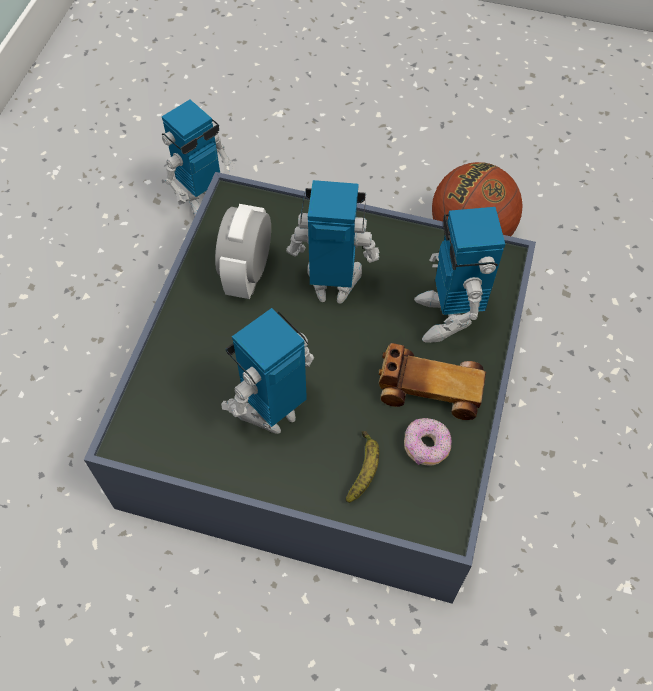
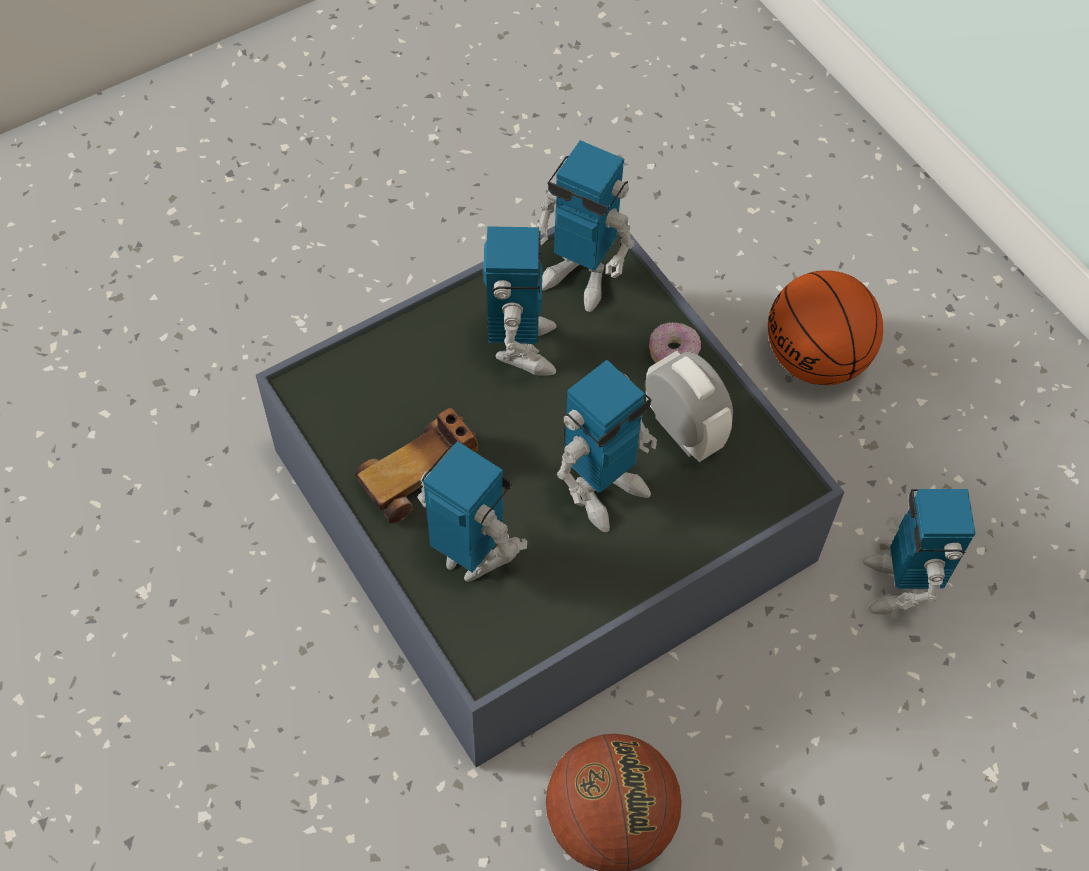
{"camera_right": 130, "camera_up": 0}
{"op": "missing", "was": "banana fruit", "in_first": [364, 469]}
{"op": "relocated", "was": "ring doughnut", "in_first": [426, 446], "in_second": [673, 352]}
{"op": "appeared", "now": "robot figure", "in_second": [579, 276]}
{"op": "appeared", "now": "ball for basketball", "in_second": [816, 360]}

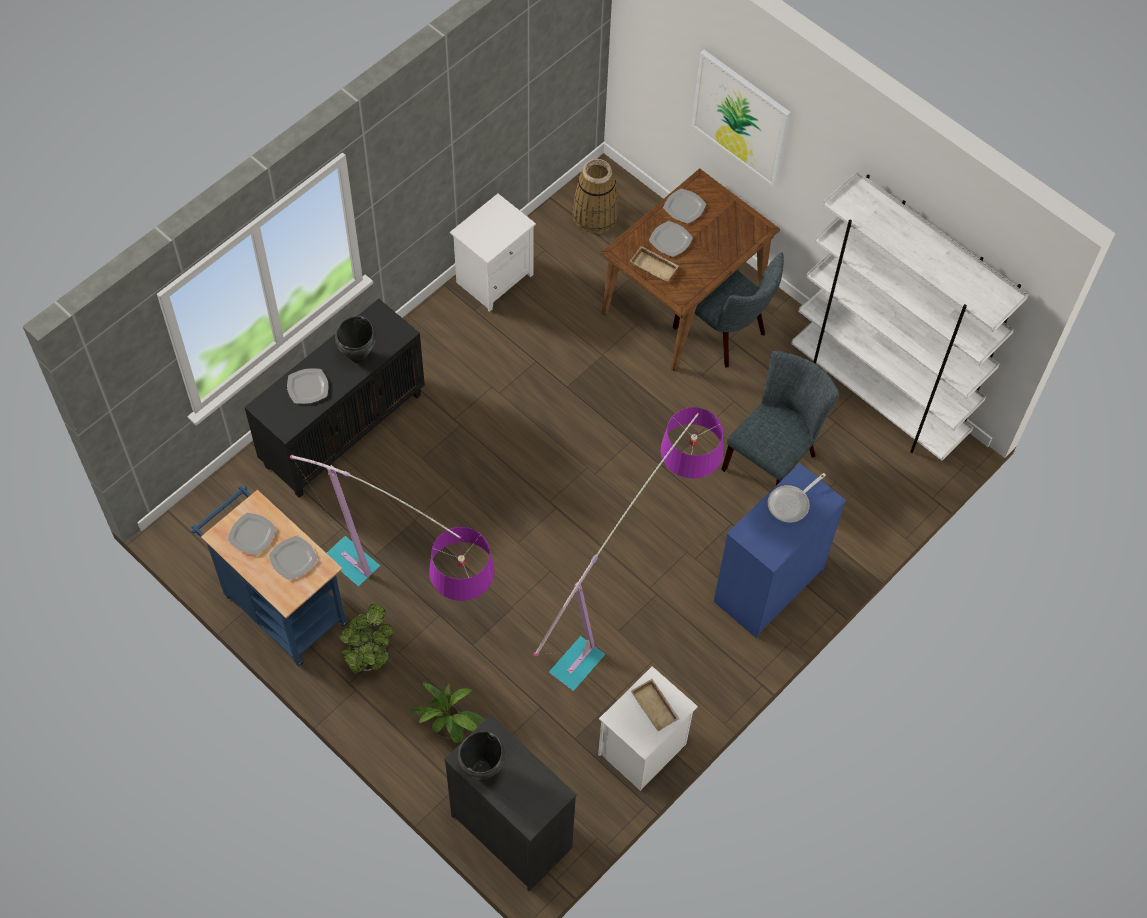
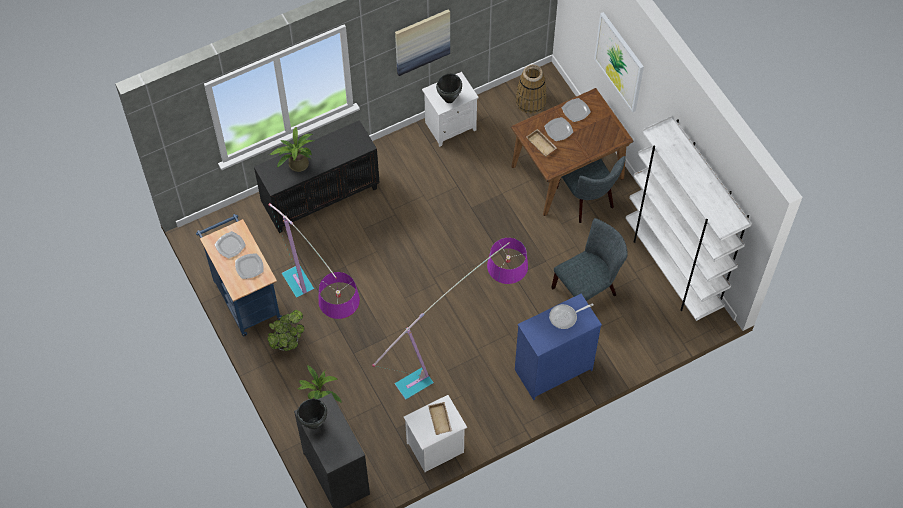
{"camera_right": 20, "camera_up": 0}
{"op": "exchanged", "was": "flat dish", "now": "houseplant", "in_first": [307, 387], "in_second": [296, 164]}
{"op": "relocated", "was": "black-coloured stockpot", "in_first": [358, 356], "in_second": [449, 99]}
{"op": "appeared", "now": "wall picture", "in_second": [422, 41]}

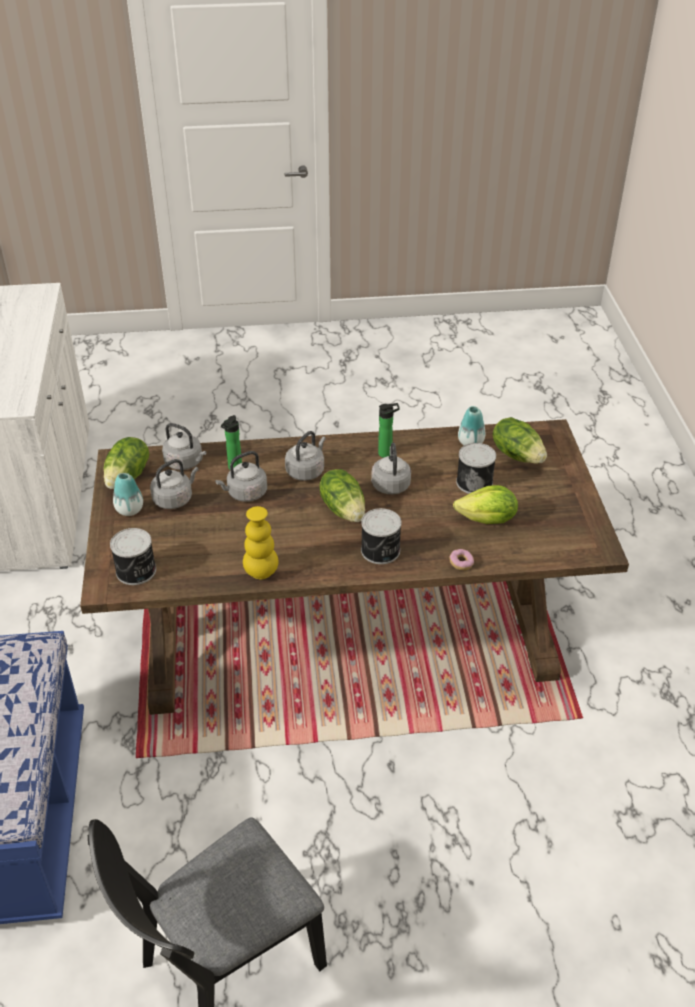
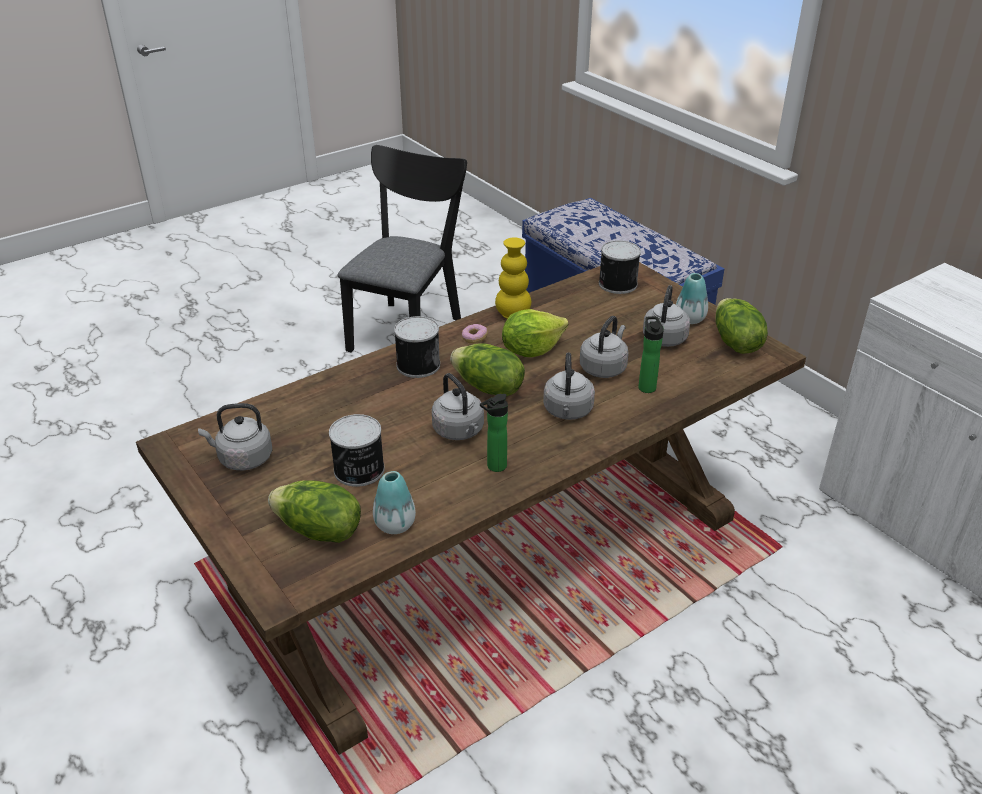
{"camera_right": 150, "camera_up": -5}
{"op": "relocated", "was": "gray tea kettle", "in_first": [185, 463], "in_second": [242, 459]}
{"op": "relocated", "was": "ring doughnut", "in_first": [461, 563], "in_second": [474, 339]}
{"op": "relocated", "was": "lettuce", "in_first": [487, 520], "in_second": [531, 350]}

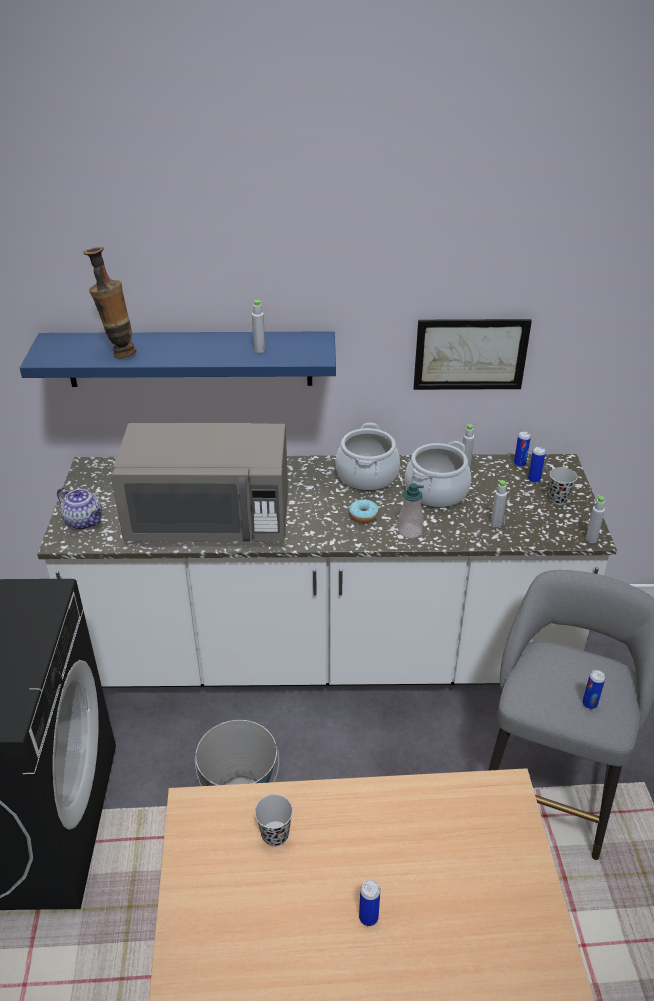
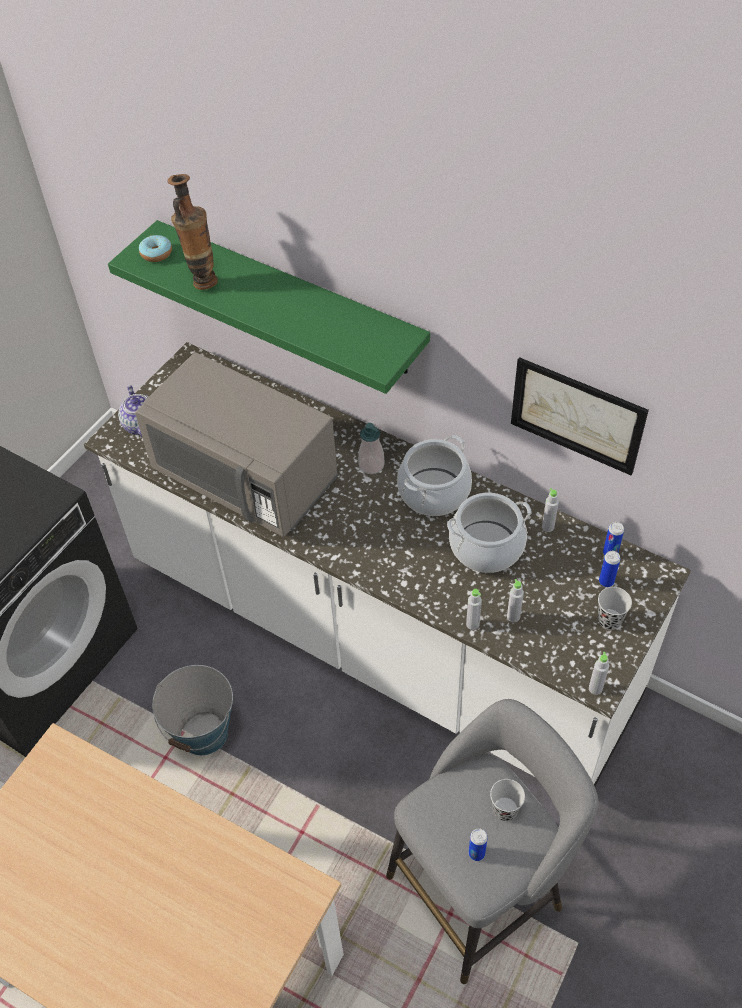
{"camera_right": 35, "camera_up": 15}
{"op": "colour", "was": "blue bracket shelf", "now": "greenish bracket shelf", "in_first": [189, 359], "in_second": [289, 298]}
{"op": "relocated", "was": "gray bottle", "in_first": [259, 350], "in_second": [472, 624]}
{"op": "relocated", "was": "black-coloured cup", "in_first": [275, 834], "in_second": [505, 810]}
{"op": "relocated", "was": "ring doughnut", "in_first": [363, 515], "in_second": [156, 253]}
{"op": "missing", "was": "can", "in_first": [368, 917]}
{"op": "relocated", "was": "soap dispenser", "in_first": [410, 531], "in_second": [371, 465]}

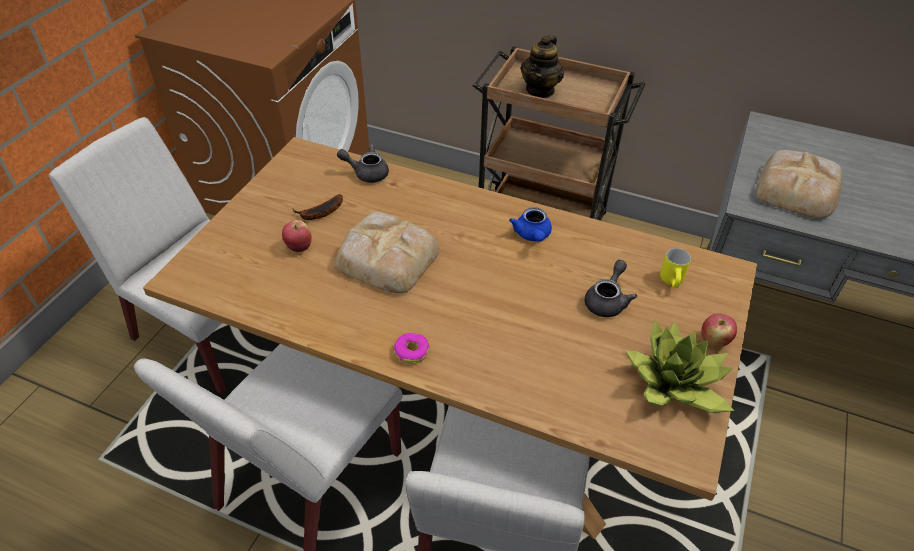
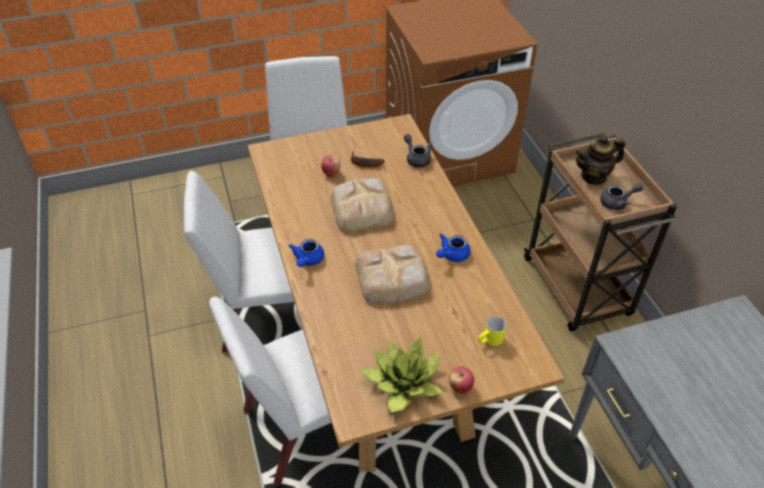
{"camera_right": 50, "camera_up": 0}
{"op": "exchanged", "was": "ring doughnut", "now": "blue pot for tea", "in_first": [412, 351], "in_second": [307, 260]}
{"op": "relocated", "was": "gray pot for tea", "in_first": [607, 300], "in_second": [617, 202]}
{"op": "relocated", "was": "bakery bread", "in_first": [798, 189], "in_second": [393, 278]}

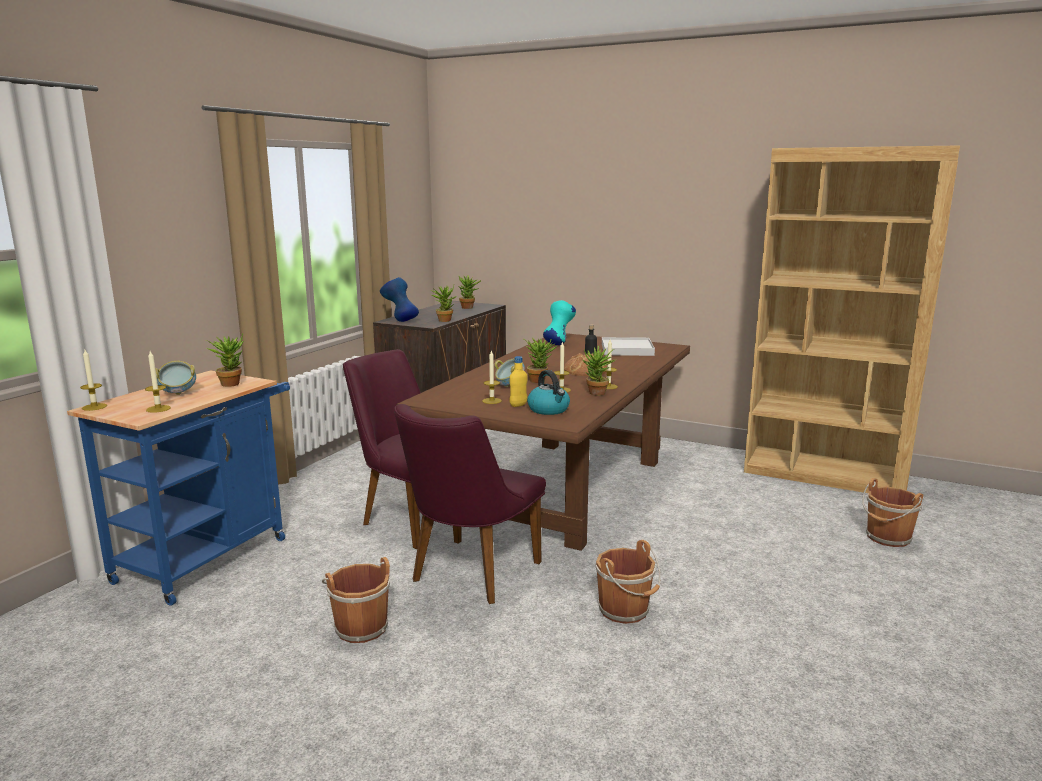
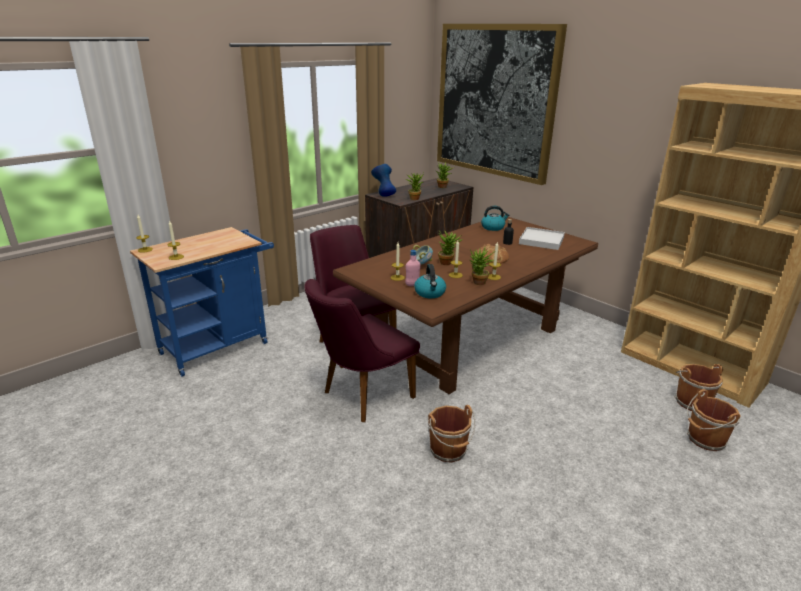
{"camera_right": 20, "camera_up": 10}
{"op": "missing", "was": "deep dish", "in_first": [178, 393]}
{"op": "missing", "was": "houseplant", "in_first": [231, 383]}
{"op": "relocated", "was": "brown-coloured water bucket", "in_first": [360, 627], "in_second": [691, 401]}
{"op": "colour", "was": "yellow bottle", "now": "pink bottle", "in_first": [518, 405], "in_second": [412, 285]}
{"op": "exchanged", "was": "blue-green flower vase", "now": "tea kettle", "in_first": [558, 344], "in_second": [493, 227]}
{"op": "appeared", "now": "wall picture", "in_second": [495, 101]}

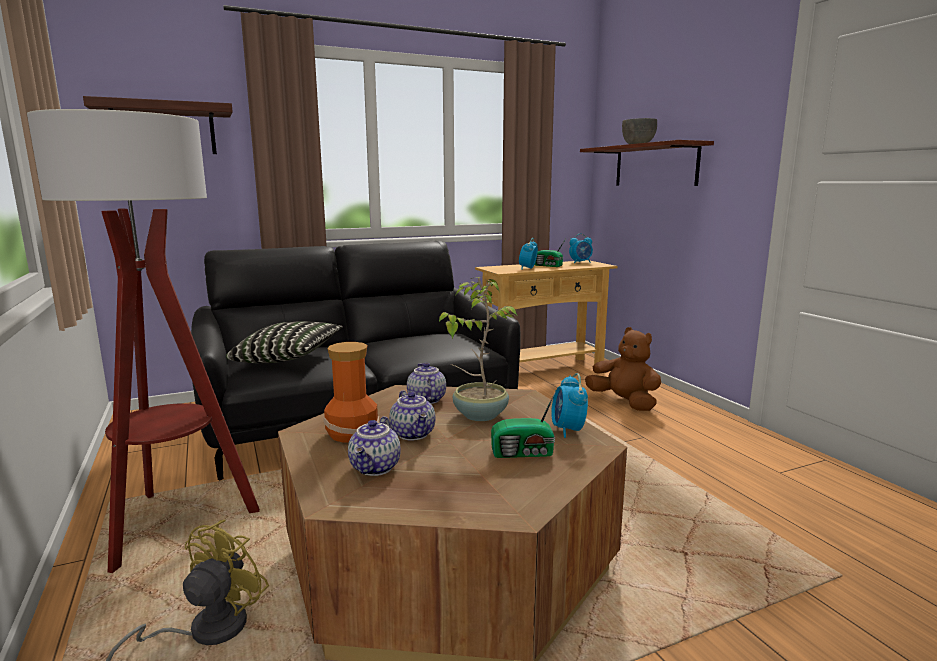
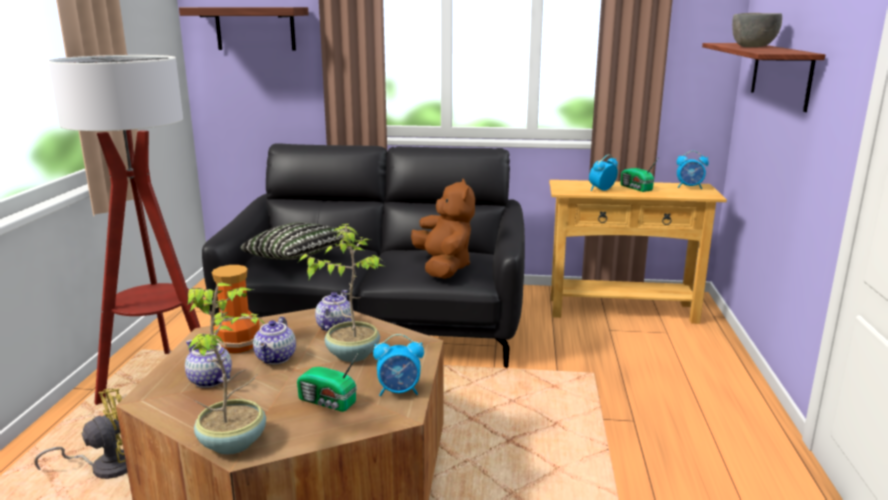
{"camera_right": 30, "camera_up": 5}
{"op": "spun", "was": "pot for tea", "in_first": [376, 468], "in_second": [209, 380], "clockwise": 90}
{"op": "spun", "was": "bedside clock", "in_first": [568, 430], "in_second": [399, 391], "clockwise": -120}
{"op": "relocated", "was": "brown-coloured cuddly toy", "in_first": [624, 402], "in_second": [443, 267]}
{"op": "appeared", "now": "houseplant", "in_second": [234, 442]}

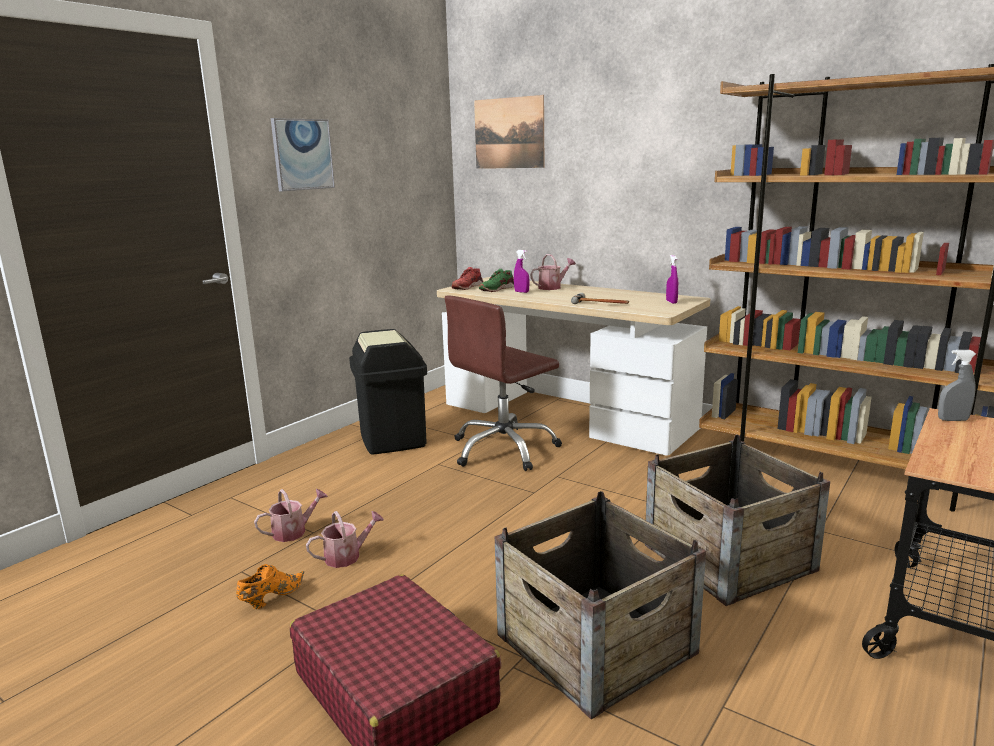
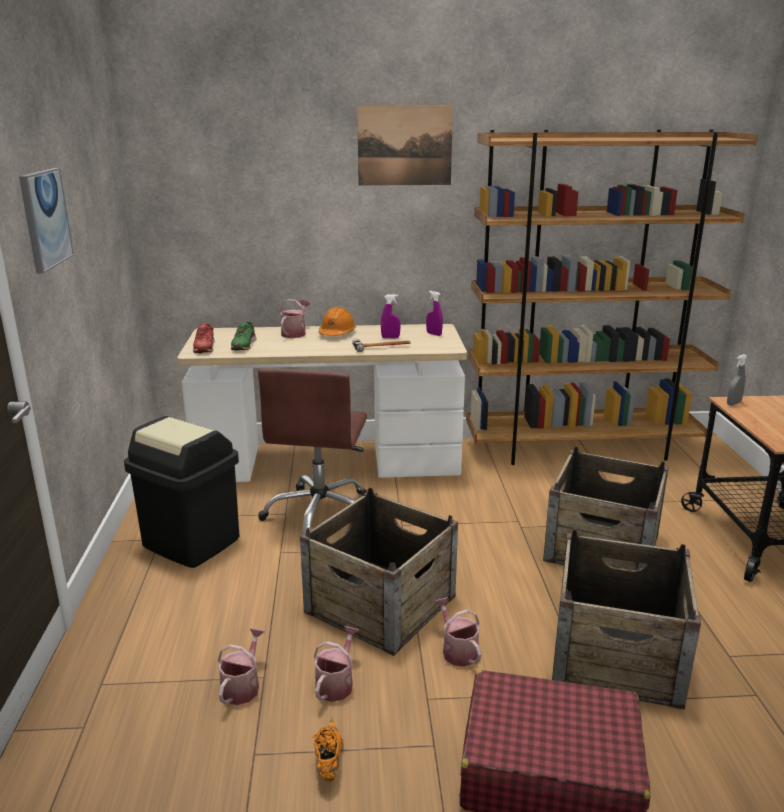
{"camera_right": -40, "camera_up": 5}
{"op": "relocated", "was": "wall picture", "in_first": [509, 133], "in_second": [404, 145]}
{"op": "relocated", "was": "purplish spray bottle", "in_first": [521, 292], "in_second": [390, 337]}
{"op": "appeared", "now": "shipping crate", "in_second": [380, 603]}
{"op": "appeared", "now": "orangey work helmet", "in_second": [337, 333]}
{"op": "appeared", "now": "watering pot", "in_second": [457, 650]}

